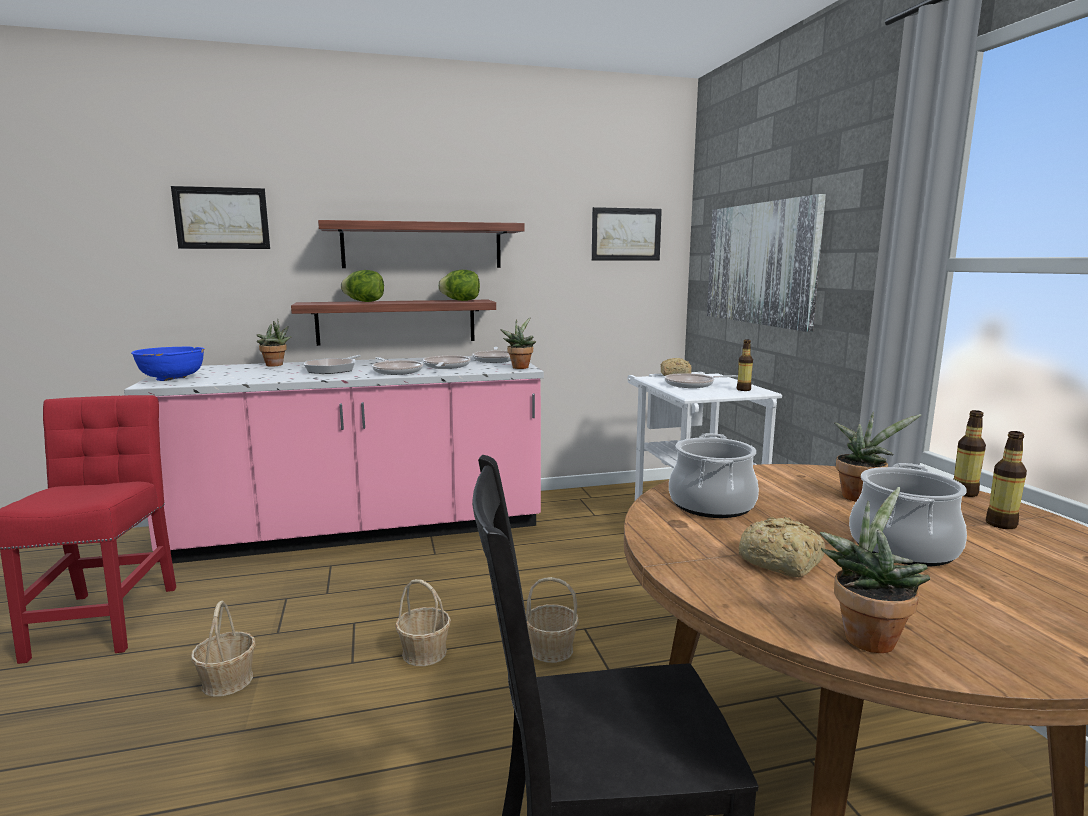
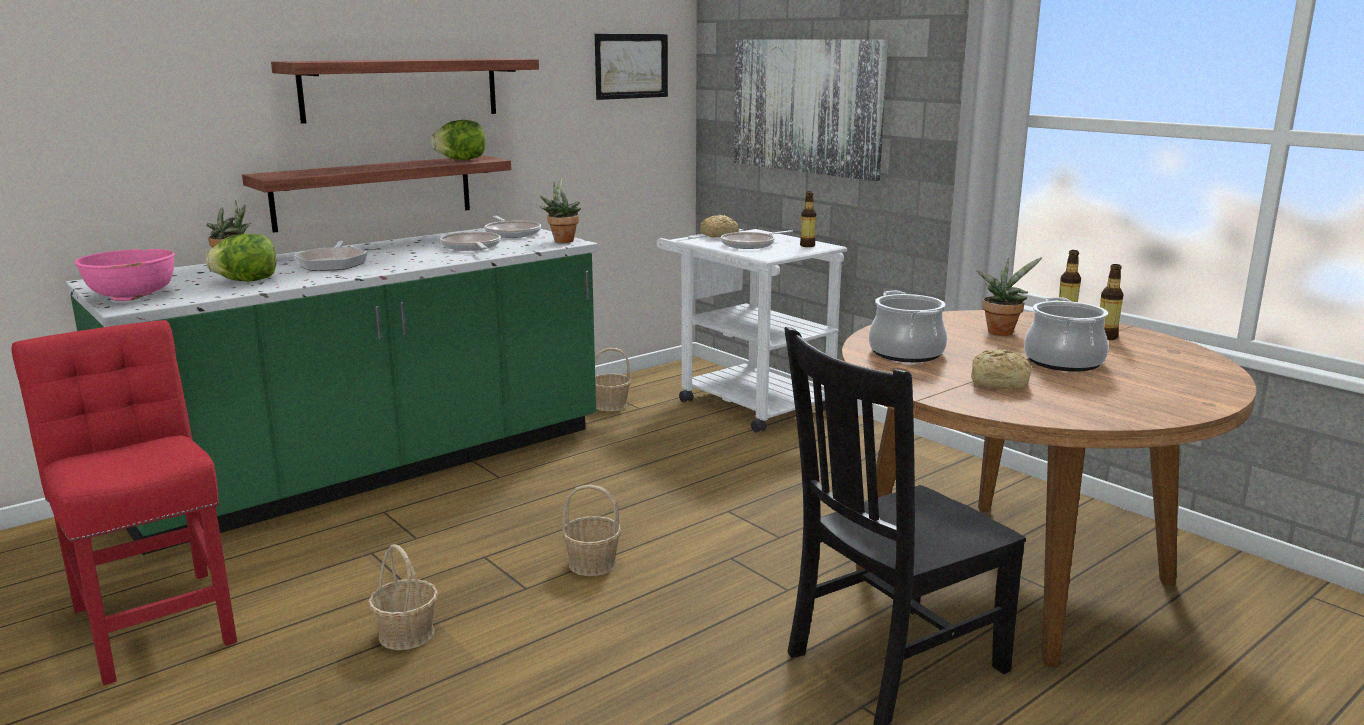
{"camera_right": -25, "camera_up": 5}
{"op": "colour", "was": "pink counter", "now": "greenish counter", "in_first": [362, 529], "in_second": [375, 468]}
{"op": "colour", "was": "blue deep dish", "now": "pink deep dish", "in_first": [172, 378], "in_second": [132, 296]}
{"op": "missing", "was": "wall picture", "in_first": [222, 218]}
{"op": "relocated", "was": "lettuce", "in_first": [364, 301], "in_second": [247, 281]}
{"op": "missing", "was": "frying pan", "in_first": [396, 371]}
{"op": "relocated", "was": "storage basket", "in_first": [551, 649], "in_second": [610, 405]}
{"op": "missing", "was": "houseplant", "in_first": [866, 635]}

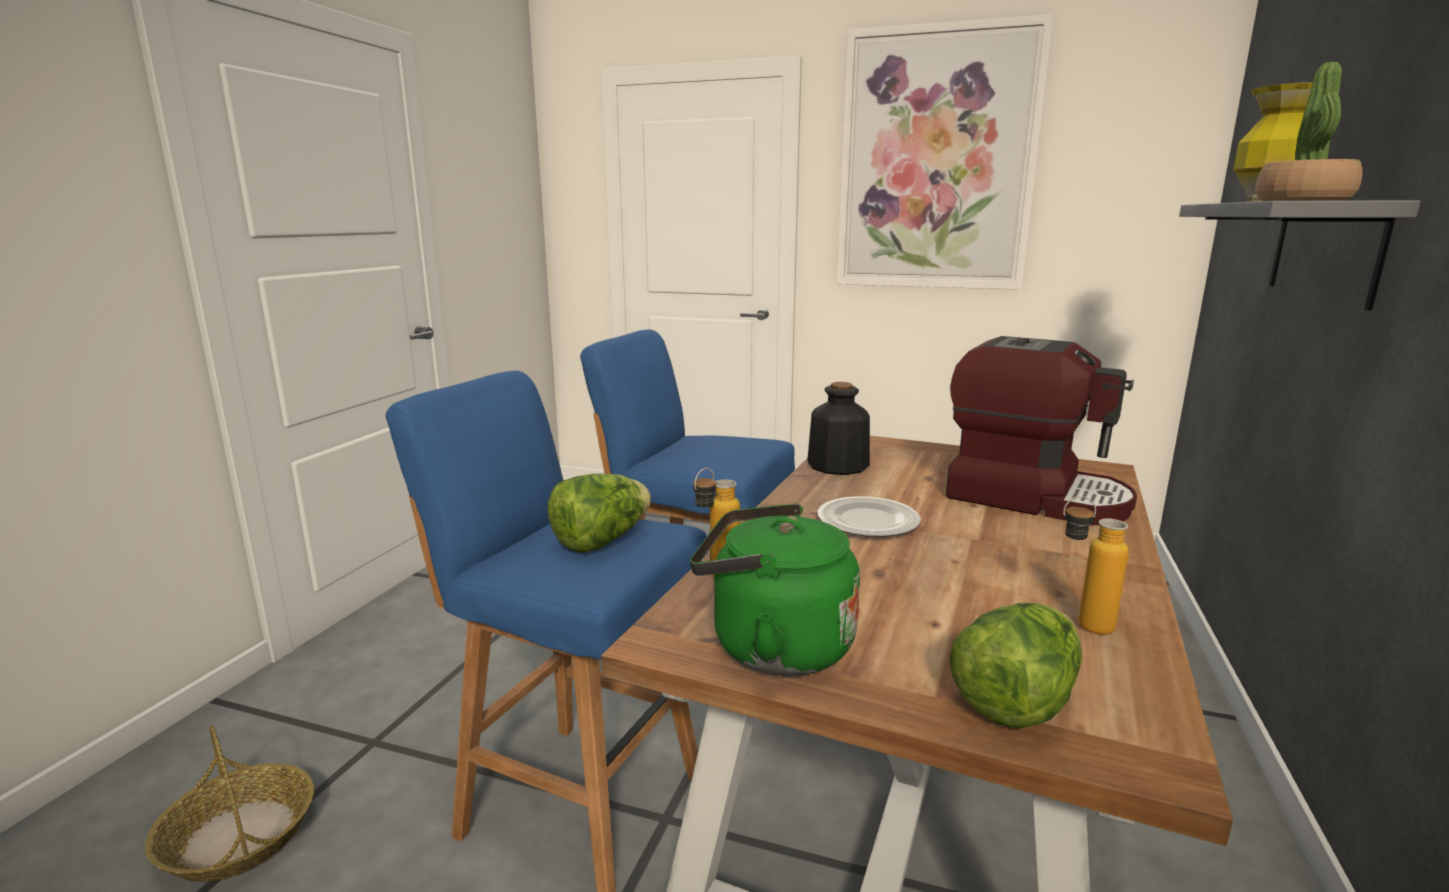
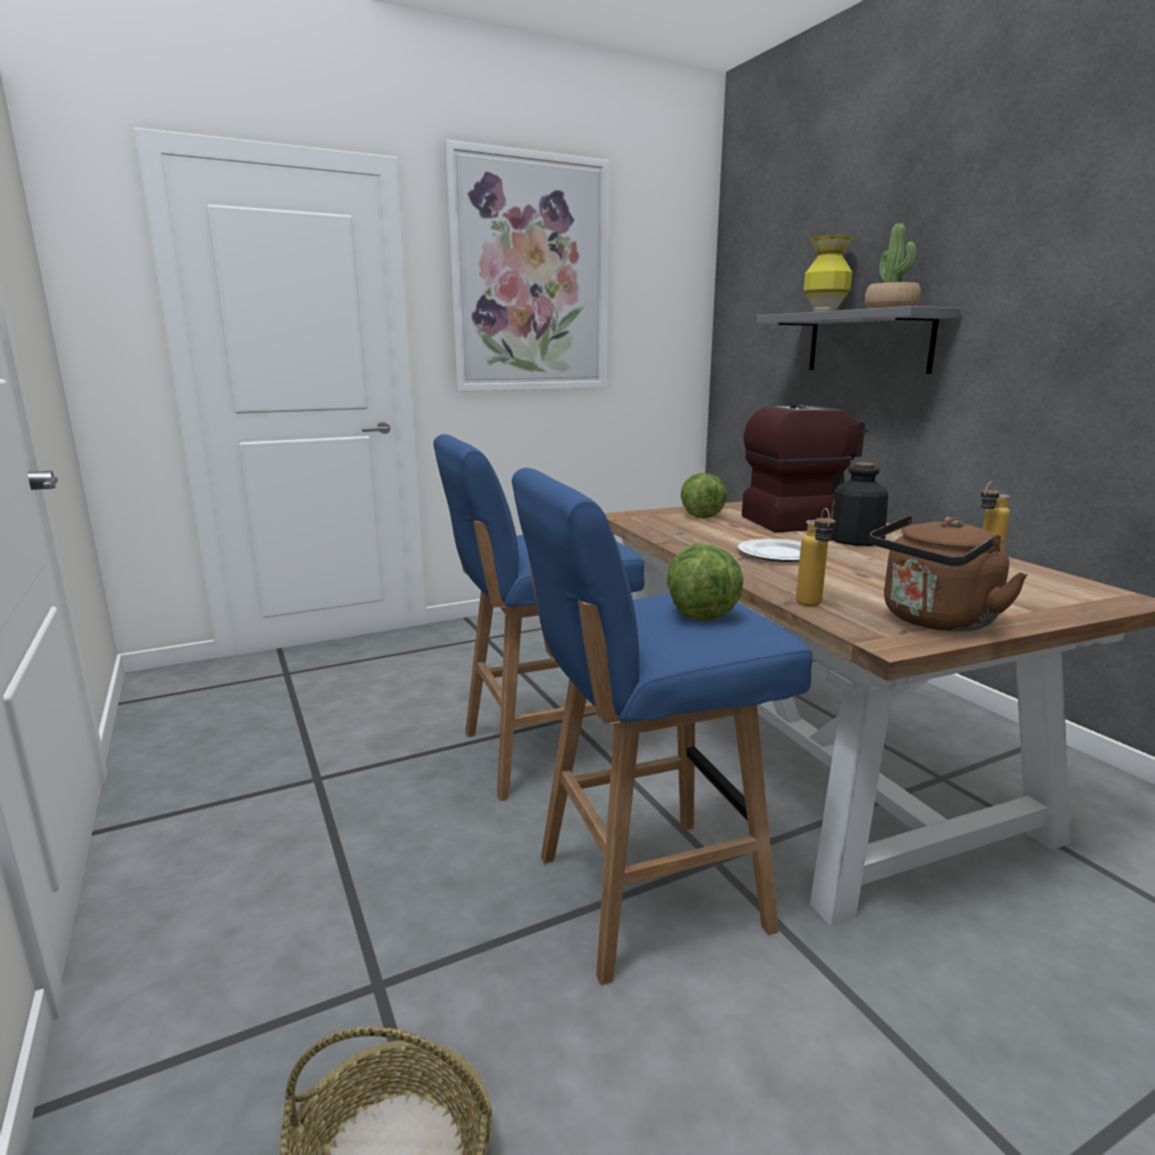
{"camera_right": -45, "camera_up": 0}
{"op": "colour", "was": "greenish tea kettle", "now": "brown-coloured tea kettle", "in_first": [772, 646], "in_second": [934, 621]}
{"op": "relocated", "was": "bottle", "in_first": [837, 465], "in_second": [856, 539]}
{"op": "relocated", "was": "lettuce", "in_first": [1016, 701], "in_second": [700, 514]}

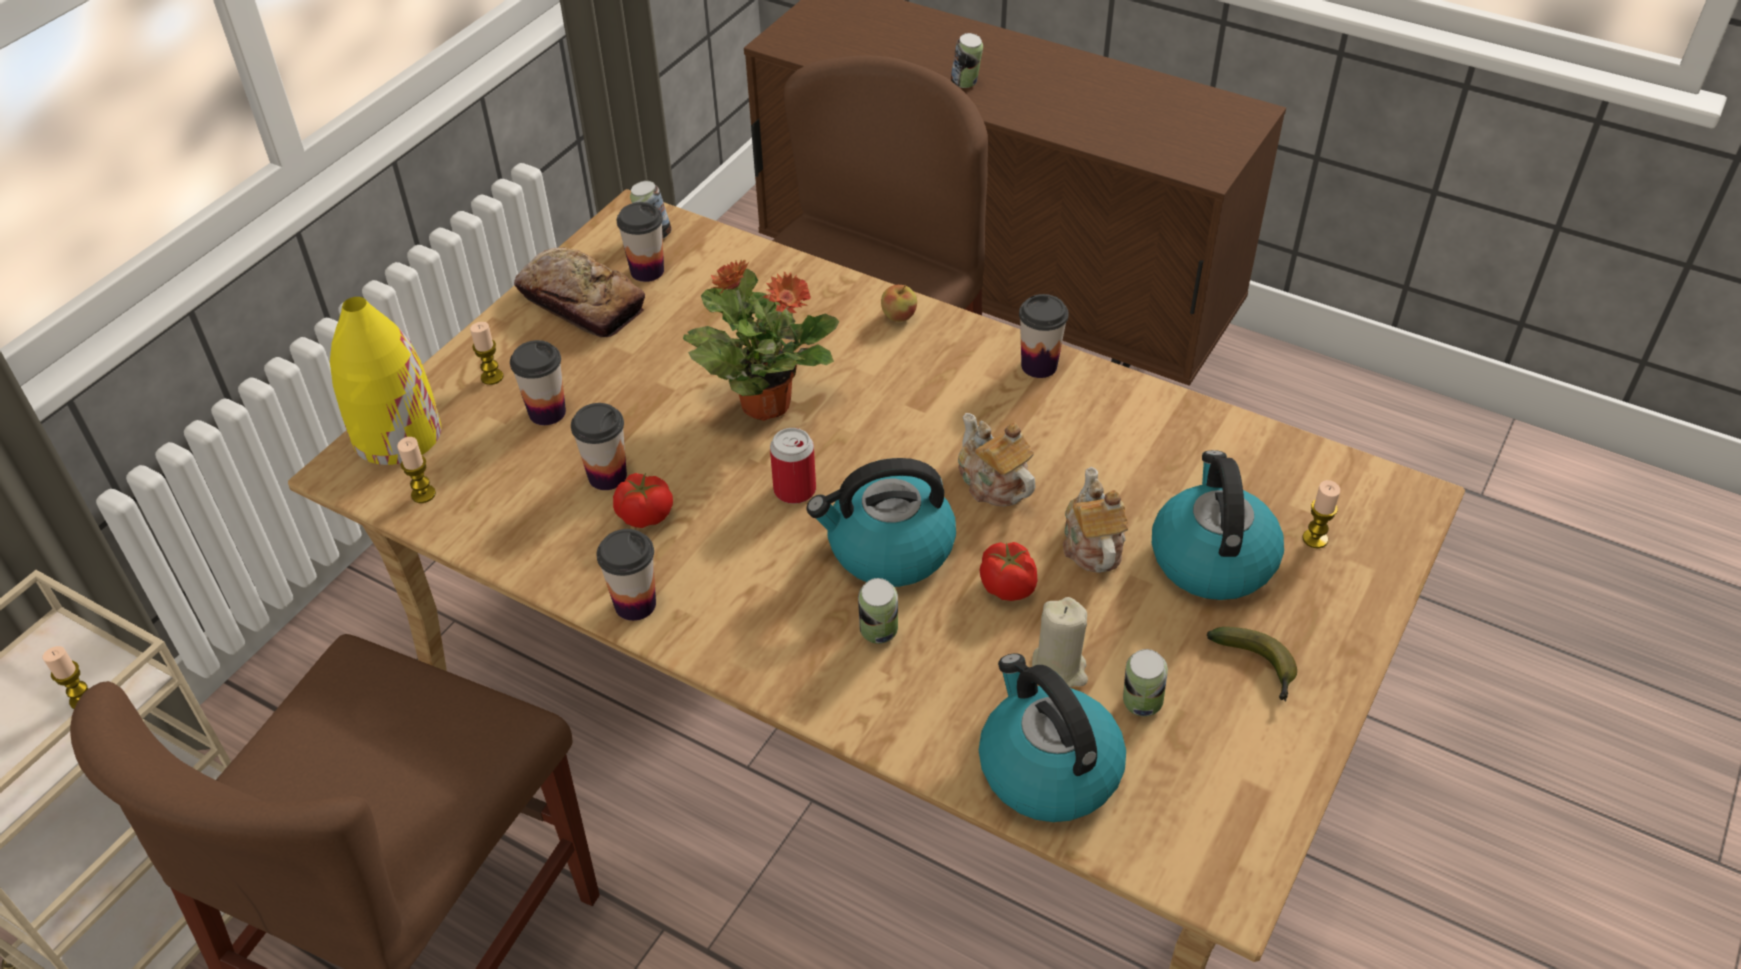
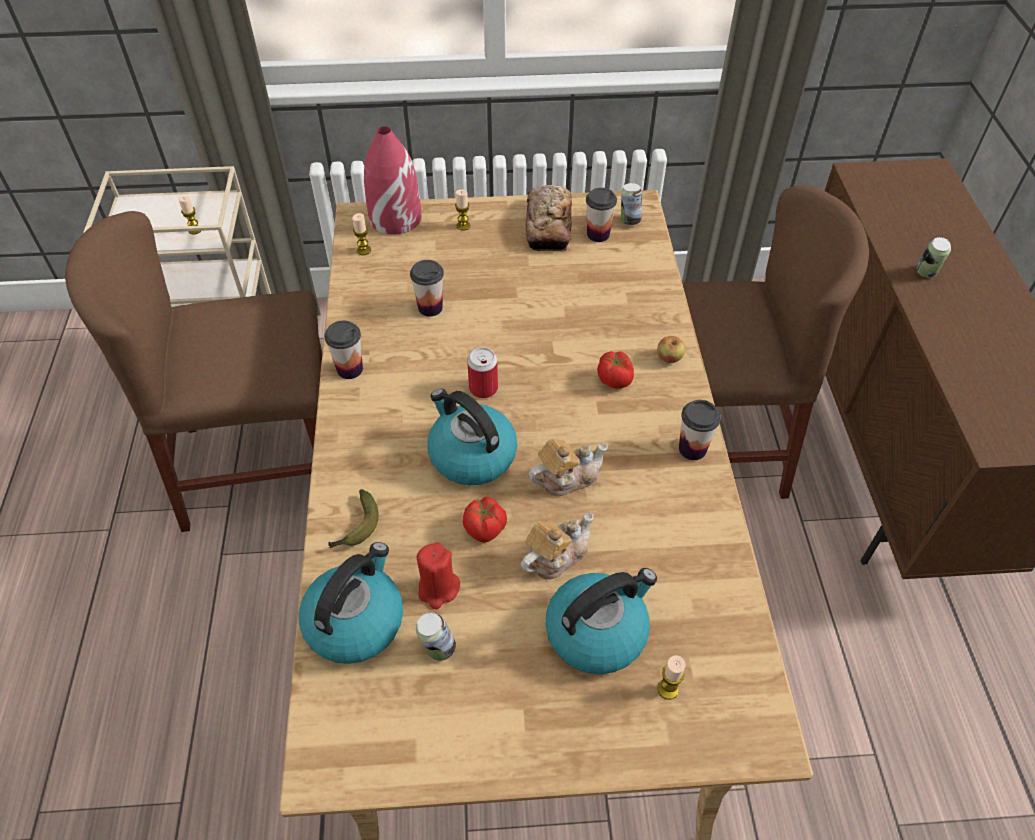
{"camera_right": 55, "camera_up": 5}
{"op": "colour", "was": "yellow flower vase", "now": "red flower vase", "in_first": [396, 435], "in_second": [395, 218]}
{"op": "missing", "was": "cup", "in_first": [547, 412]}
{"op": "relocated", "was": "whole tomato", "in_first": [645, 516], "in_second": [614, 380]}
{"op": "missing", "was": "houseplant", "in_first": [764, 403]}
{"op": "missing", "was": "can", "in_first": [878, 634]}
{"op": "spun", "was": "pot for tea", "in_first": [993, 483], "in_second": [566, 477], "clockwise": 45}
{"op": "colour", "was": "beige wax candle", "now": "red wax candle", "in_first": [1059, 669], "in_second": [438, 589]}
{"op": "relocated", "was": "banana fruit", "in_first": [1257, 668], "in_second": [356, 527]}

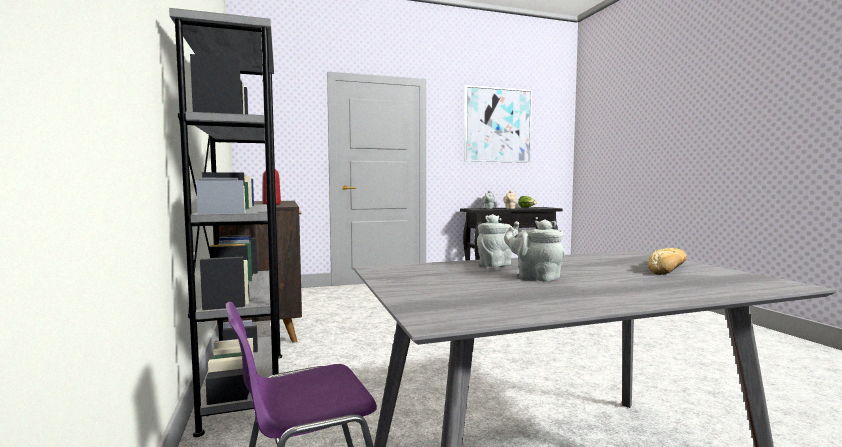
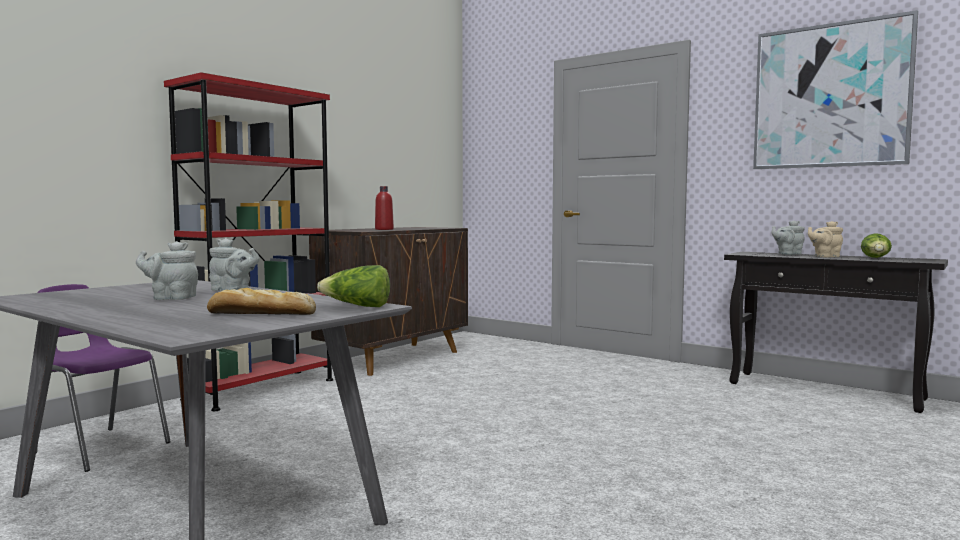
{"camera_right": 55, "camera_up": 0}
{"op": "colour", "was": "gray shelving unit", "now": "red shelving unit", "in_first": [245, 388], "in_second": [260, 389]}
{"op": "spun", "was": "gray pot for tea", "in_first": [535, 277], "in_second": [171, 298], "clockwise": -90}
{"op": "appeared", "now": "lettuce", "in_second": [357, 306]}

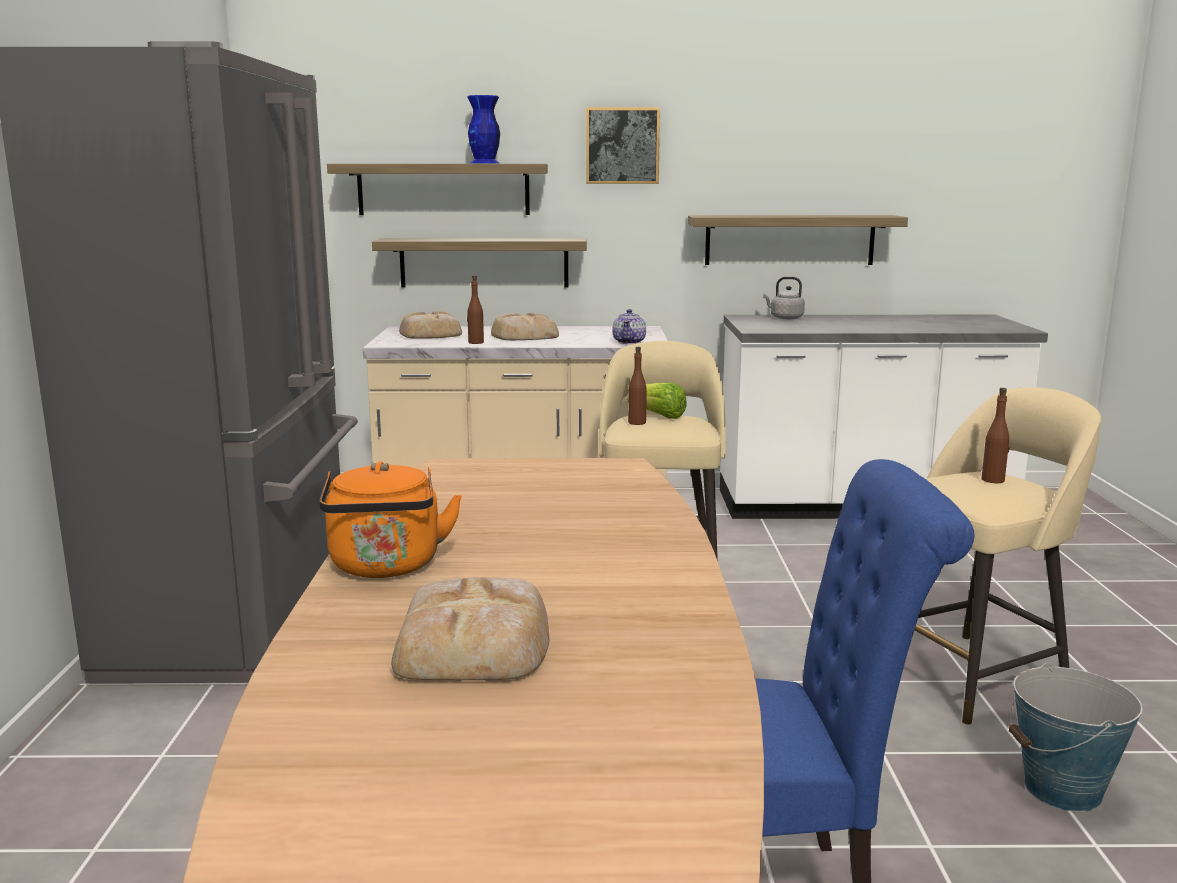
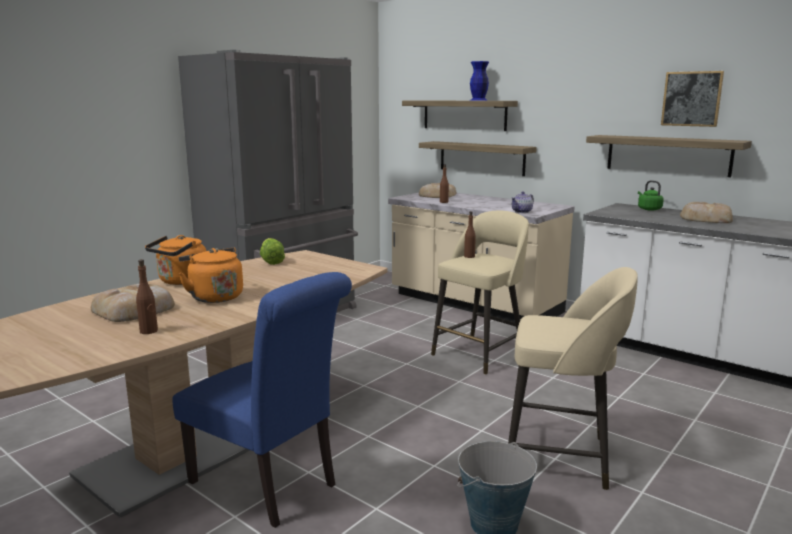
{"camera_right": 40, "camera_up": 0}
{"op": "relocated", "was": "bakery bread", "in_first": [523, 335], "in_second": [705, 218]}
{"op": "relocated", "was": "wall picture", "in_first": [622, 146], "in_second": [691, 99]}
{"op": "relocated", "was": "lettuce", "in_first": [658, 416], "in_second": [271, 261]}
{"op": "colour", "was": "gray tea kettle", "now": "greenish tea kettle", "in_first": [784, 318], "in_second": [648, 209]}
{"op": "relocated", "was": "brown-coloured bottle", "in_first": [993, 480], "in_second": [149, 331]}
{"op": "appeared", "now": "orangey tea kettle", "in_second": [214, 297]}

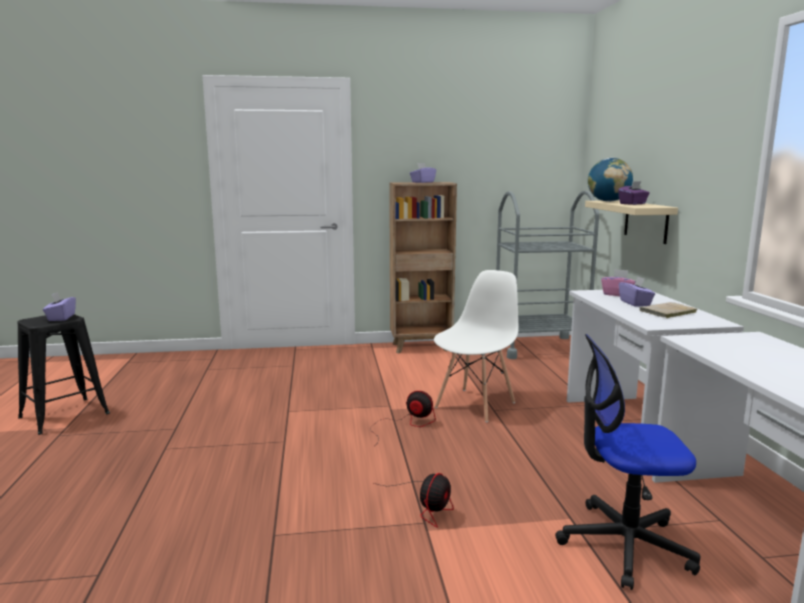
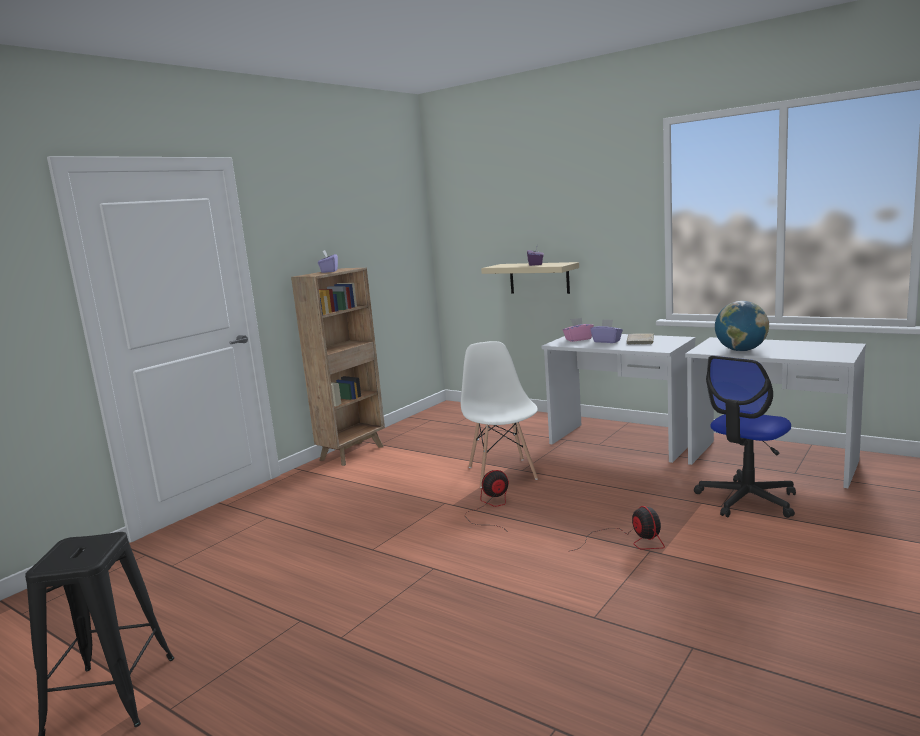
{"camera_right": -45, "camera_up": 0}
{"op": "missing", "was": "purplish tissue holder", "in_first": [61, 318]}
{"op": "missing", "was": "gray cart", "in_first": [539, 347]}
{"op": "relocated", "was": "desk globe", "in_first": [608, 201], "in_second": [741, 350]}

